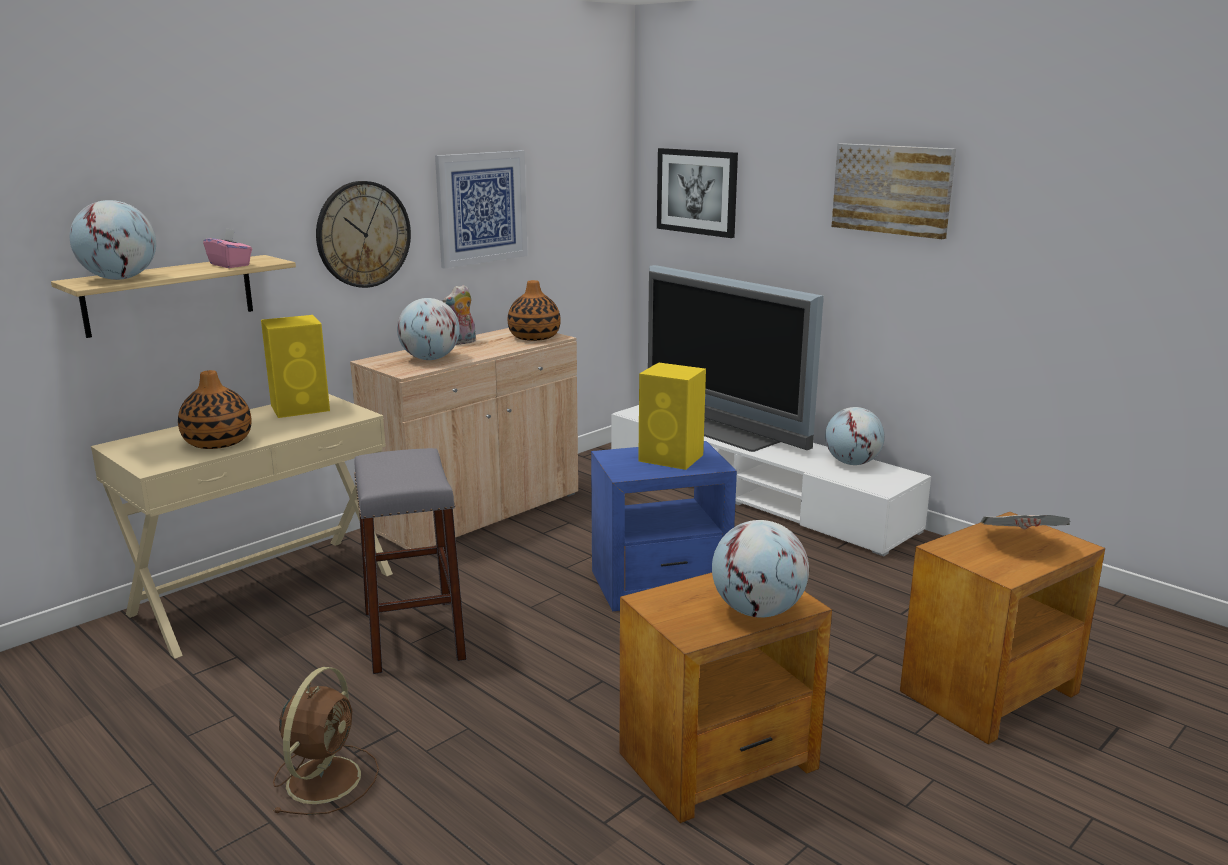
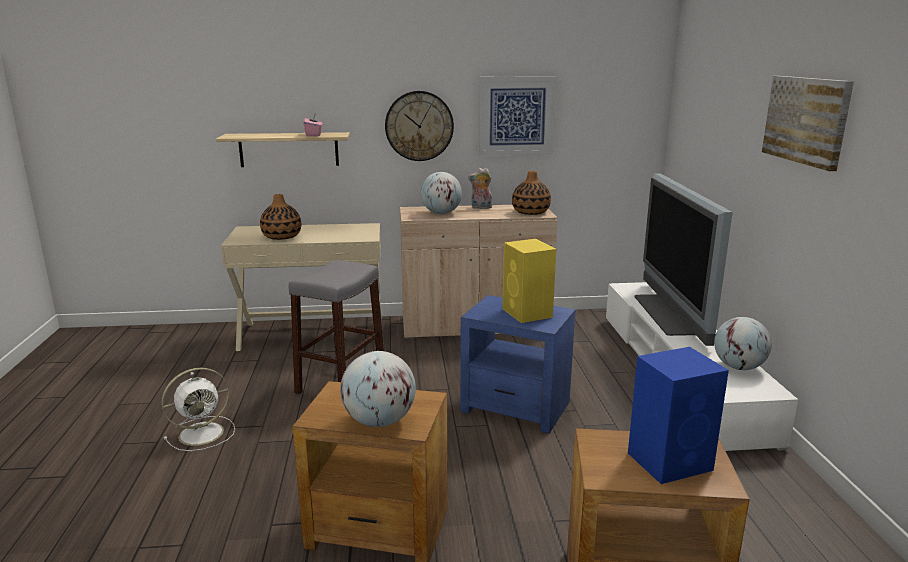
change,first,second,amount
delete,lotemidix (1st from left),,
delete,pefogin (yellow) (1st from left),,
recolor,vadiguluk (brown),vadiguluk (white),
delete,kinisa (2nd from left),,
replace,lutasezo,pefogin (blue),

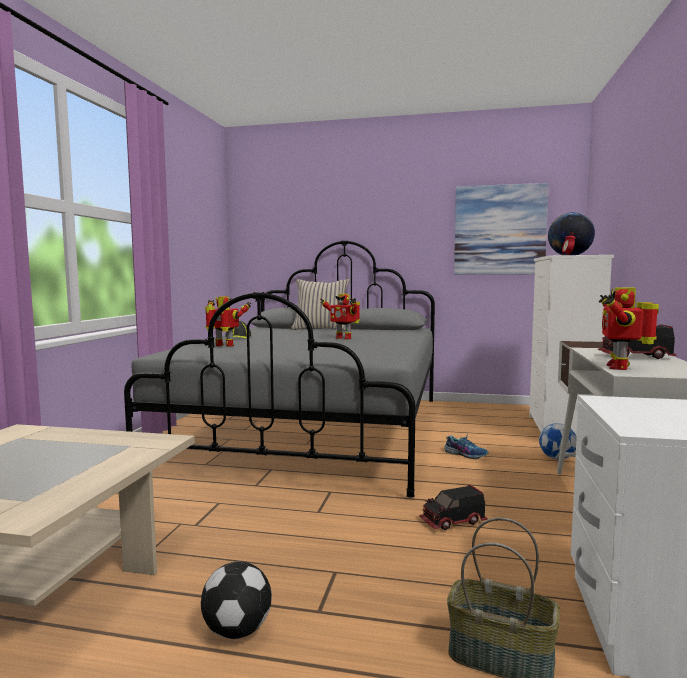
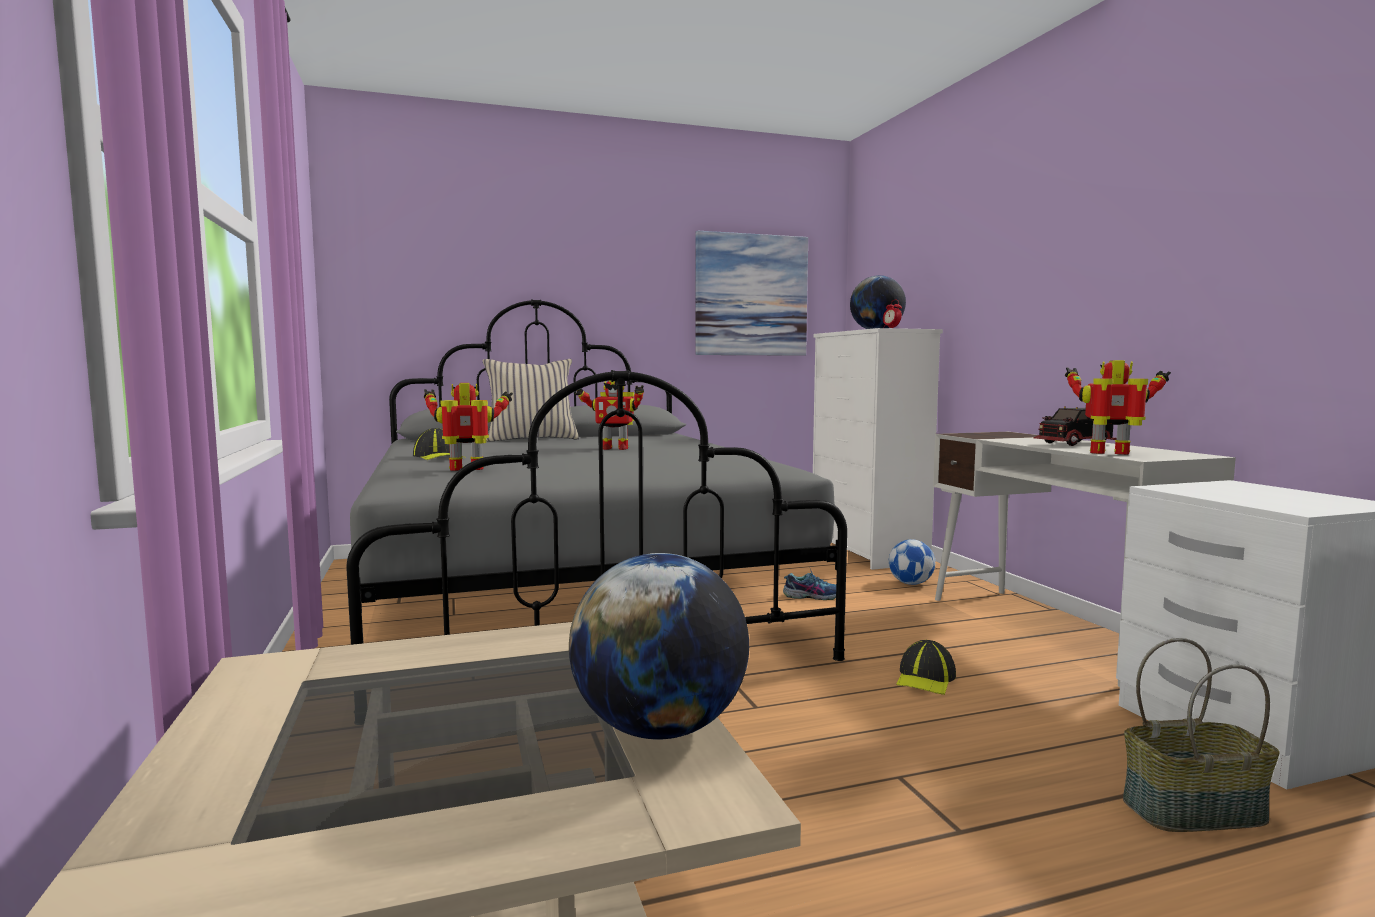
change,first,second,amount
delete,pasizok (1st from left),,
replace,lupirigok (1st from left),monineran (2nd from left),
rotate,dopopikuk (3rd from left),,120 degrees clockwise
insert,,lotemidix (1st from left),

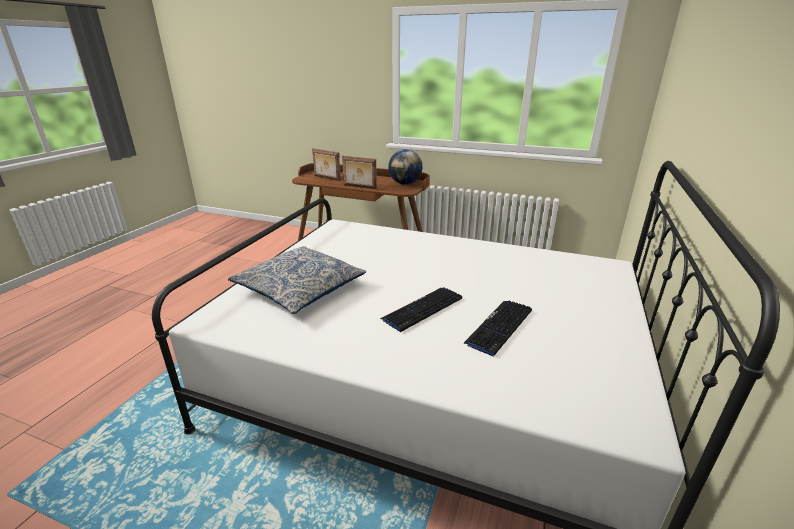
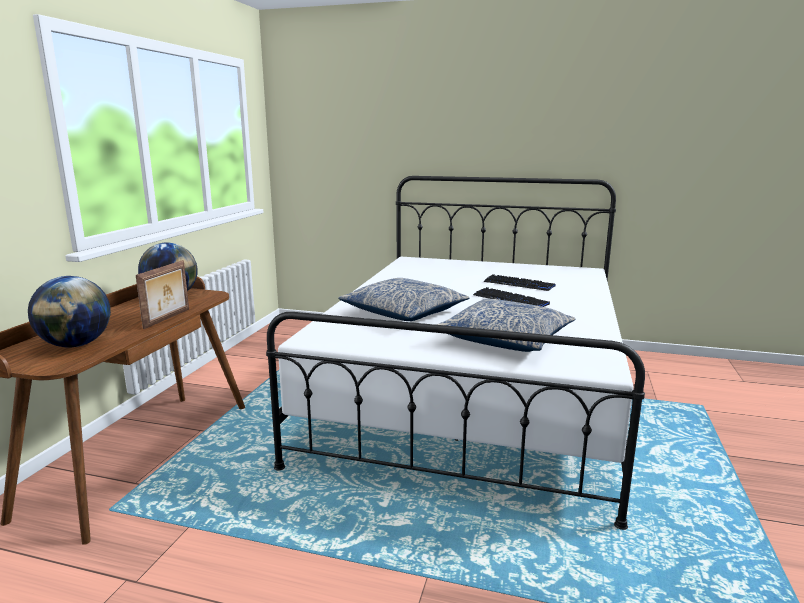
change,first,second,amount
replace,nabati (1st from left),lotemidix (1st from left),
insert,,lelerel (1st from left),

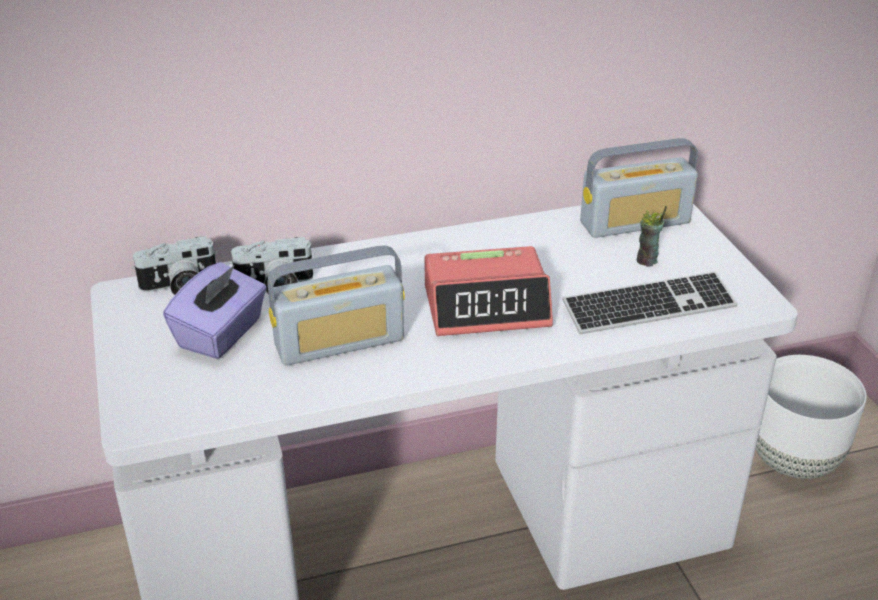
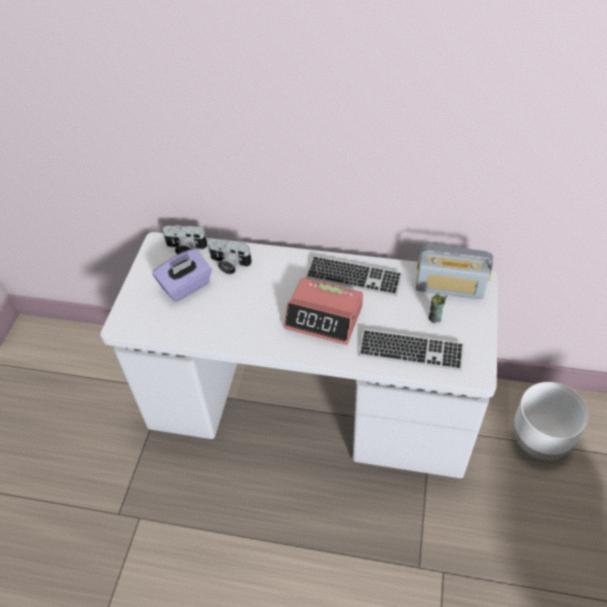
change,first,second,amount
delete,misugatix (1st from left),,
insert,,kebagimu (1st from left),

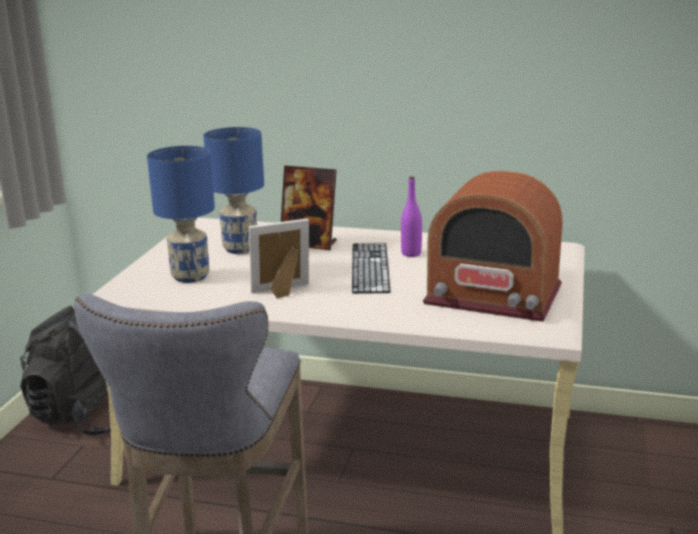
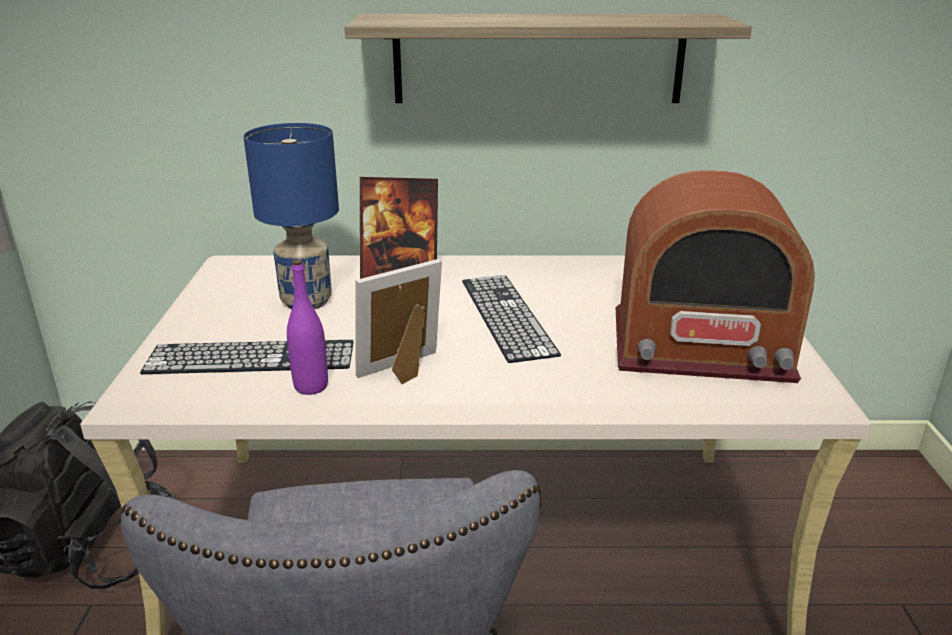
change,first,second,amount
replace,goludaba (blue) (1st from left),kebagimu (1st from left),
move,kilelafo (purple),,
insert,,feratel,

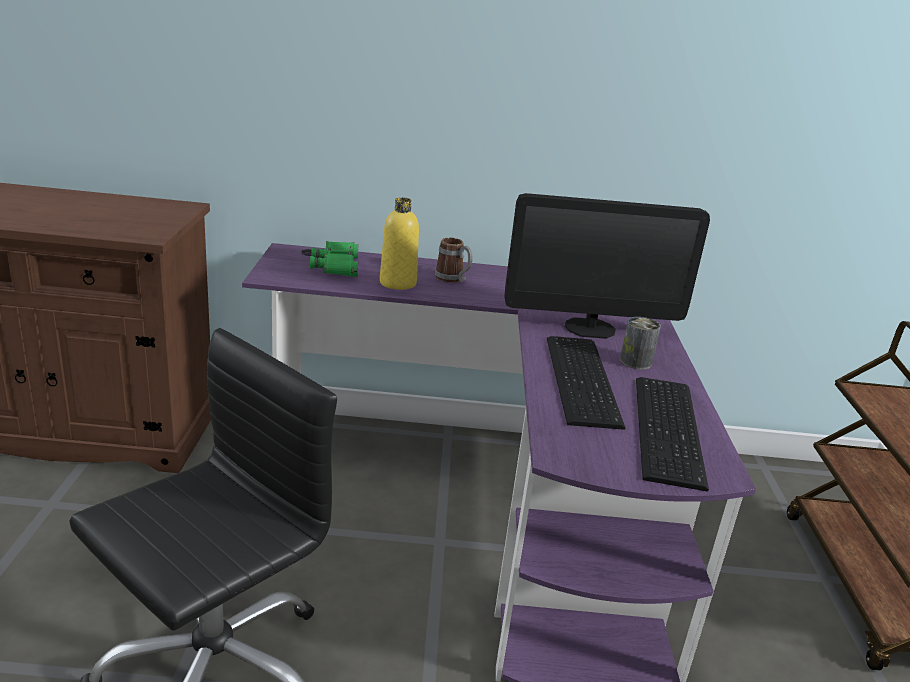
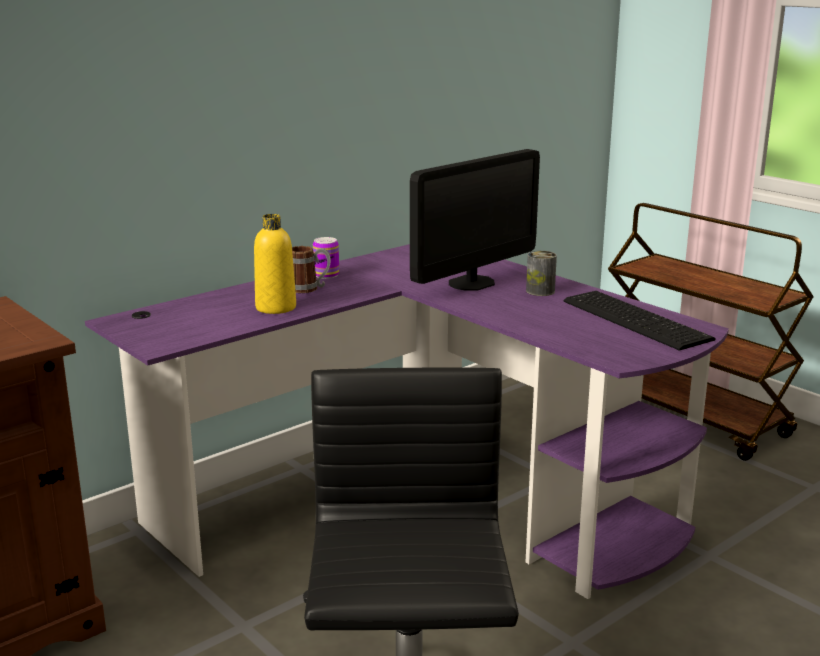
change,first,second,amount
delete,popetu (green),,
delete,kebagimu (1st from left),,
insert,,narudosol (1st from left),

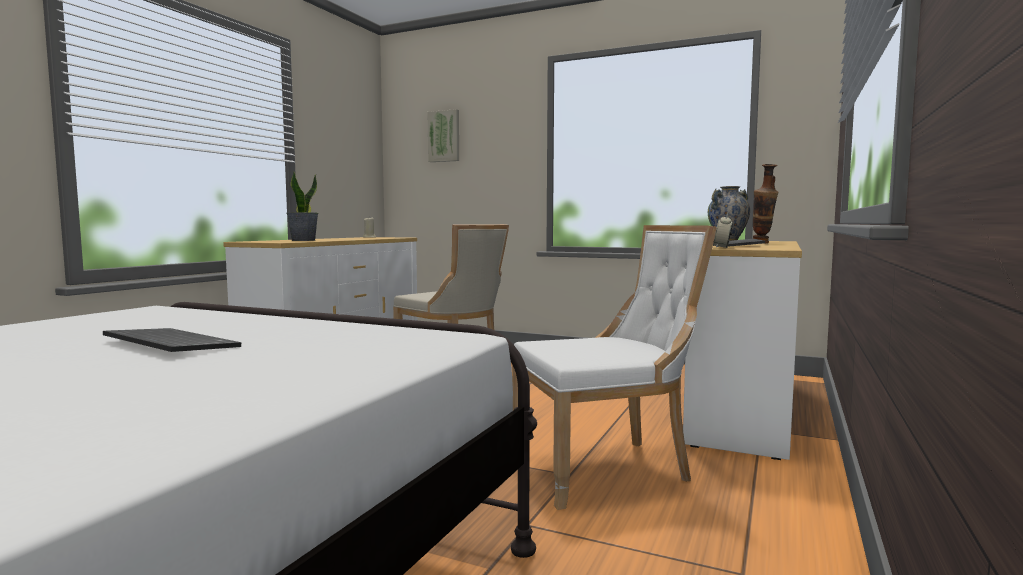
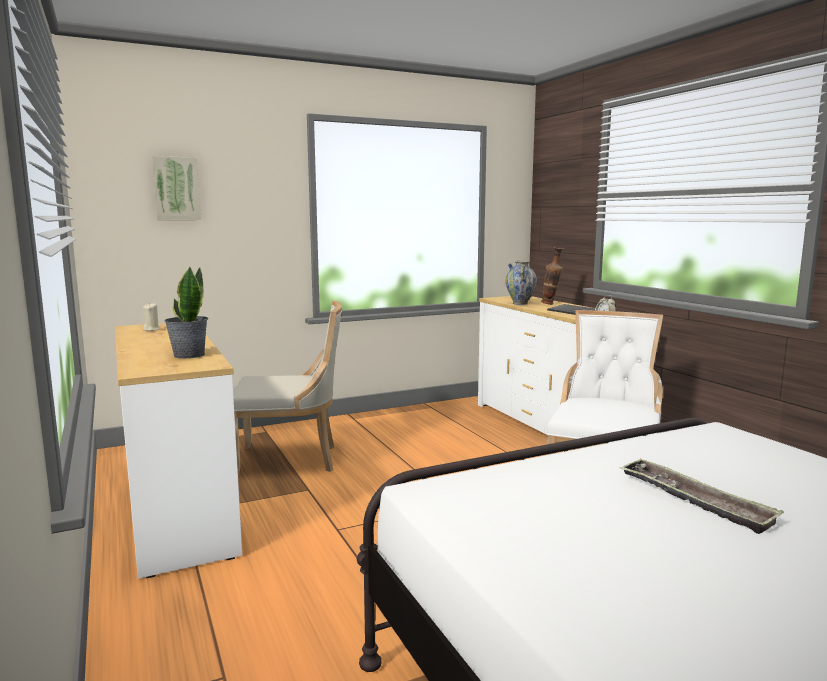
change,first,second,amount
replace,kebagimu (1st from left),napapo,

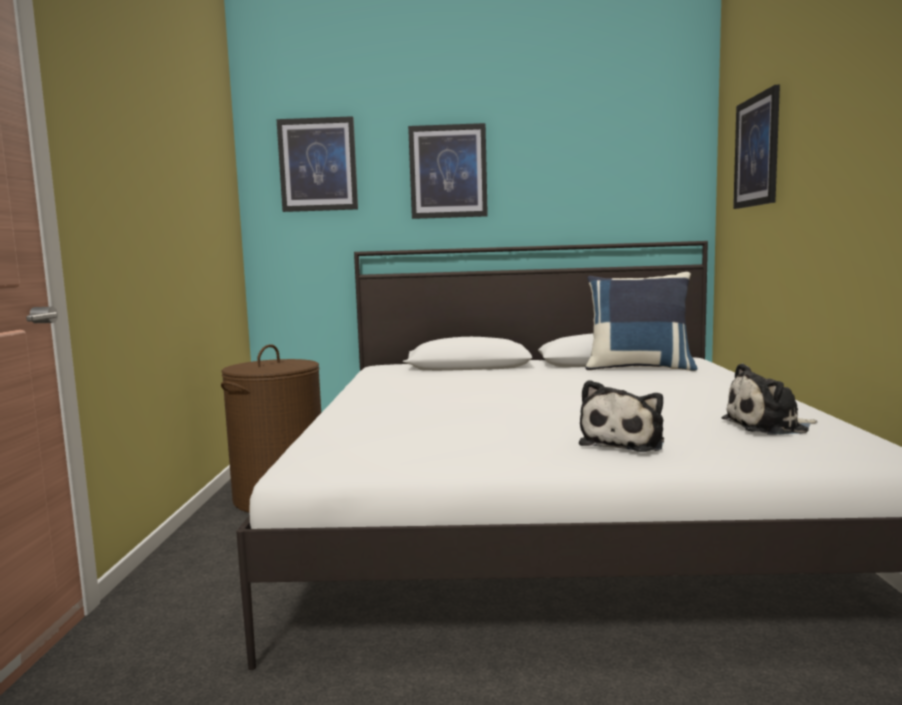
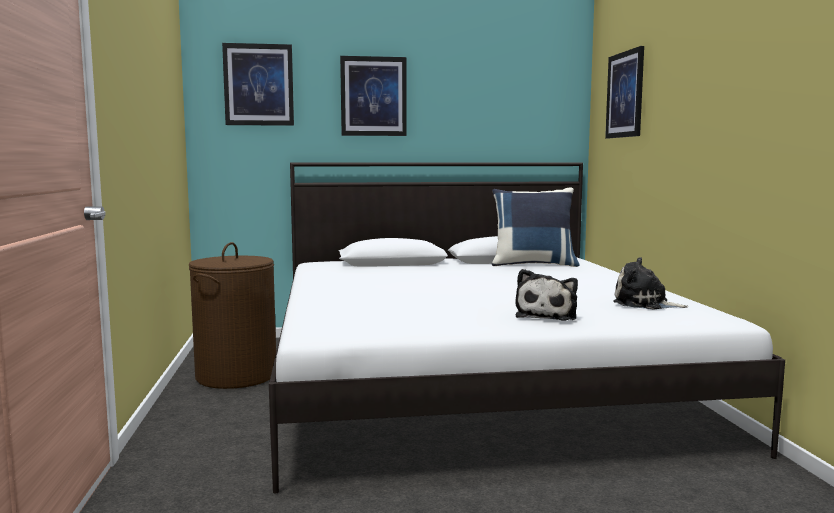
change,first,second,amount
rotate,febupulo (2nd from left),,45 degrees clockwise

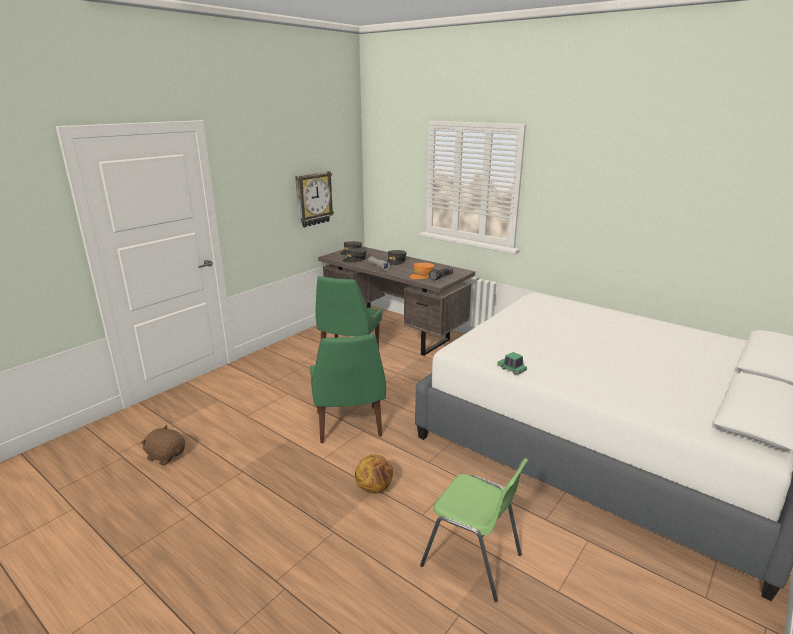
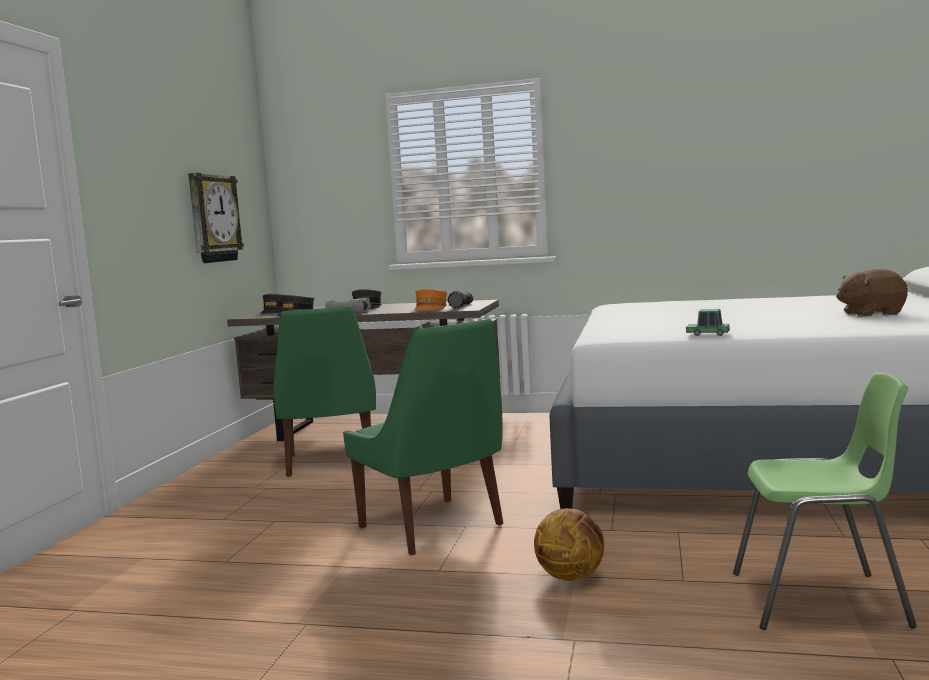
change,first,second,amount
move,febupulo (brown),,

